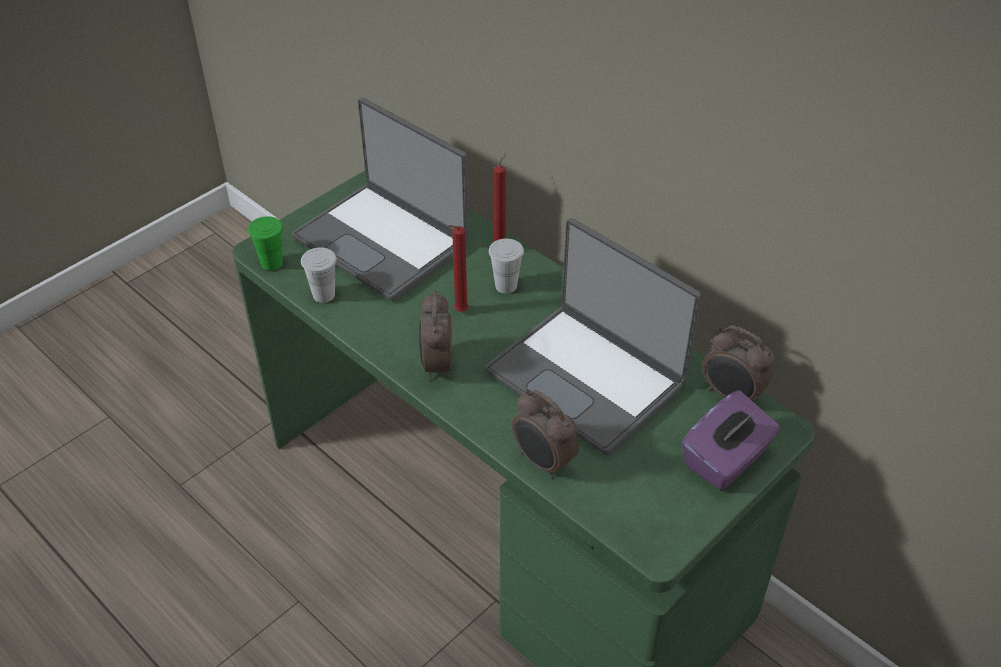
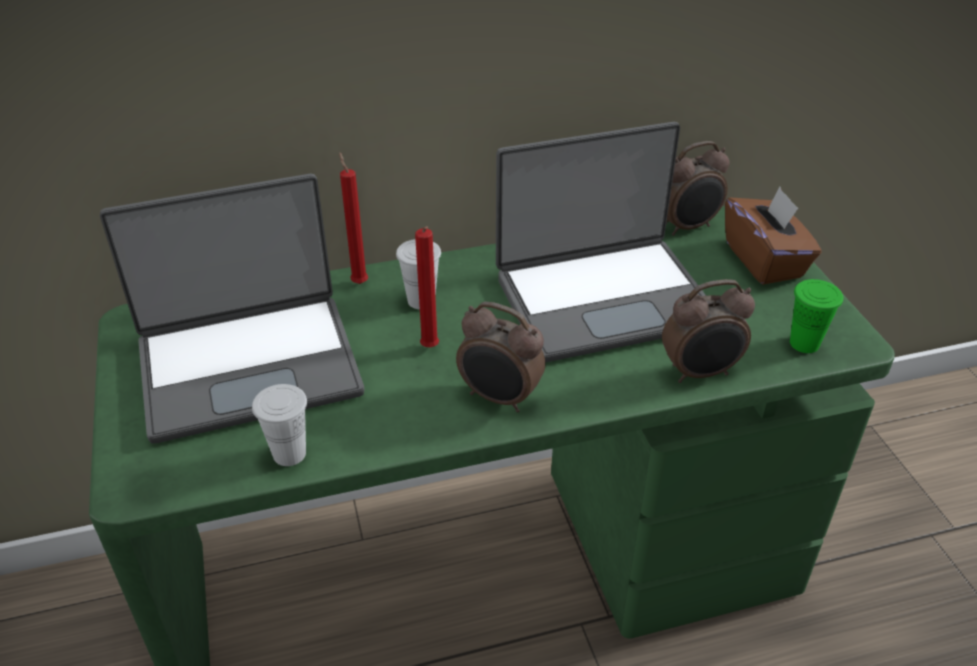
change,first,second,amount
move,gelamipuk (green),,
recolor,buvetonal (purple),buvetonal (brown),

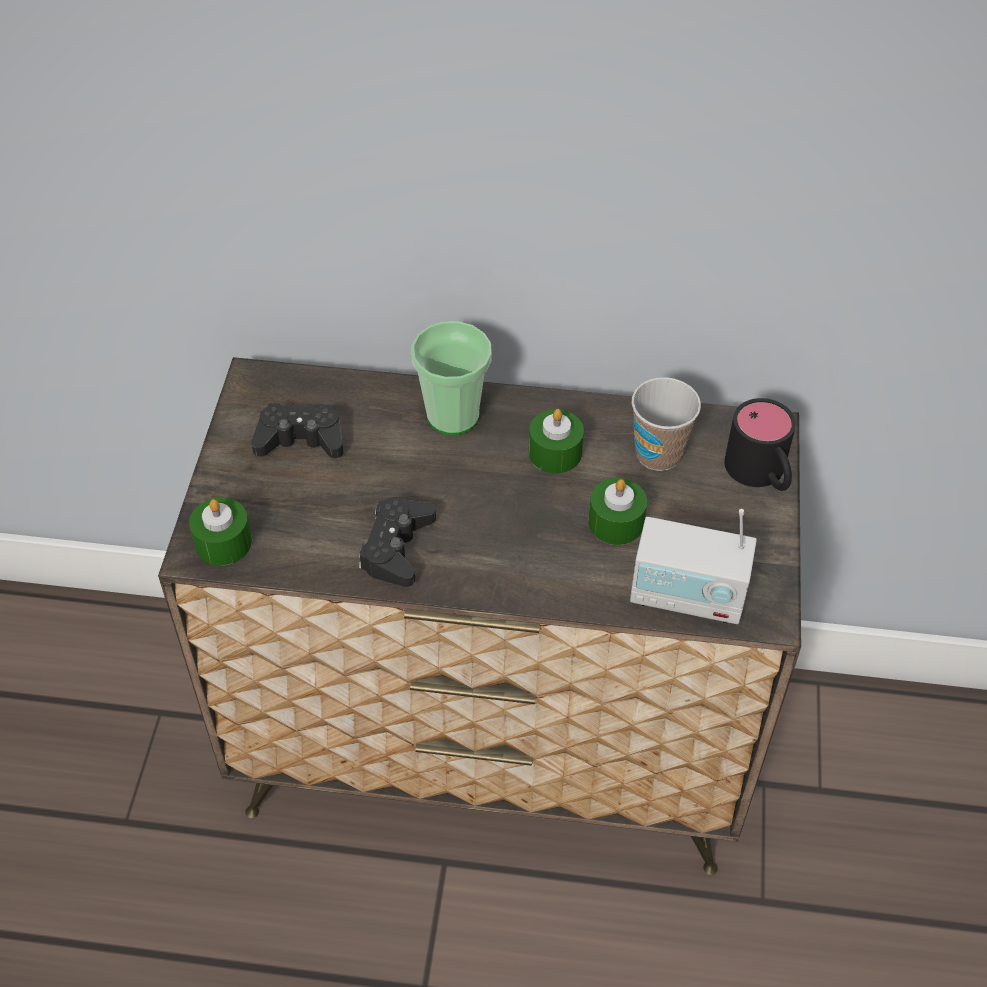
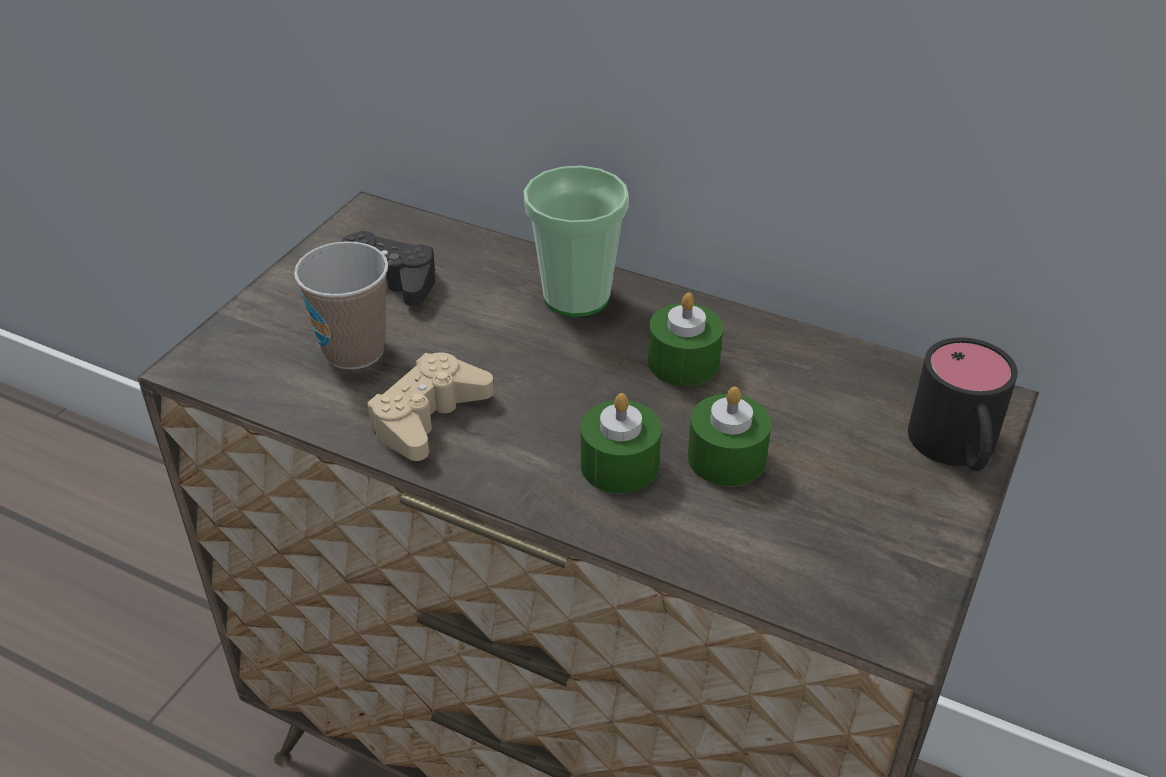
change,first,second,amount
move,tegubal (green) (1st from left),,
recolor,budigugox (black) (2nd from left),budigugox (beige),
delete,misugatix,,
move,gelamipuk (2nd from left in the first image),gelamipuk (1st from left),

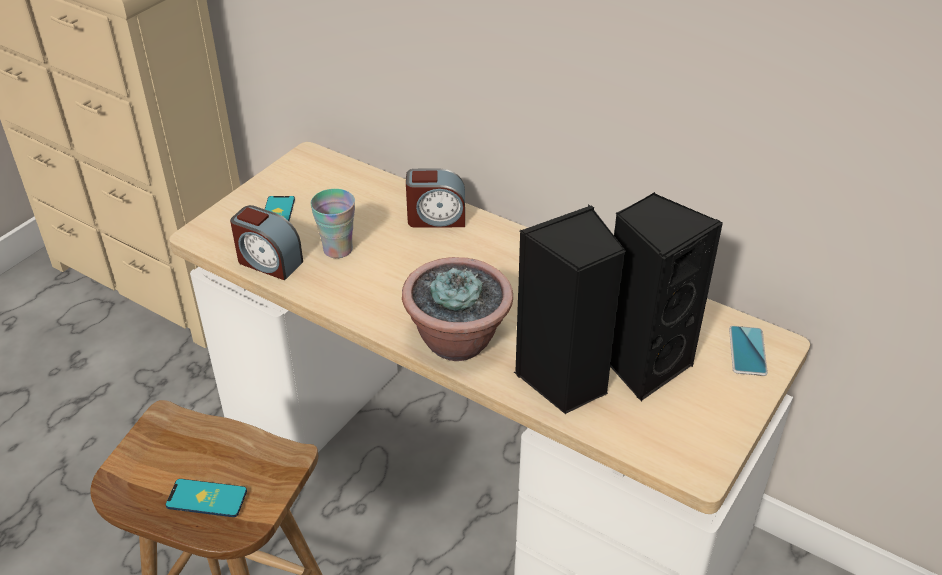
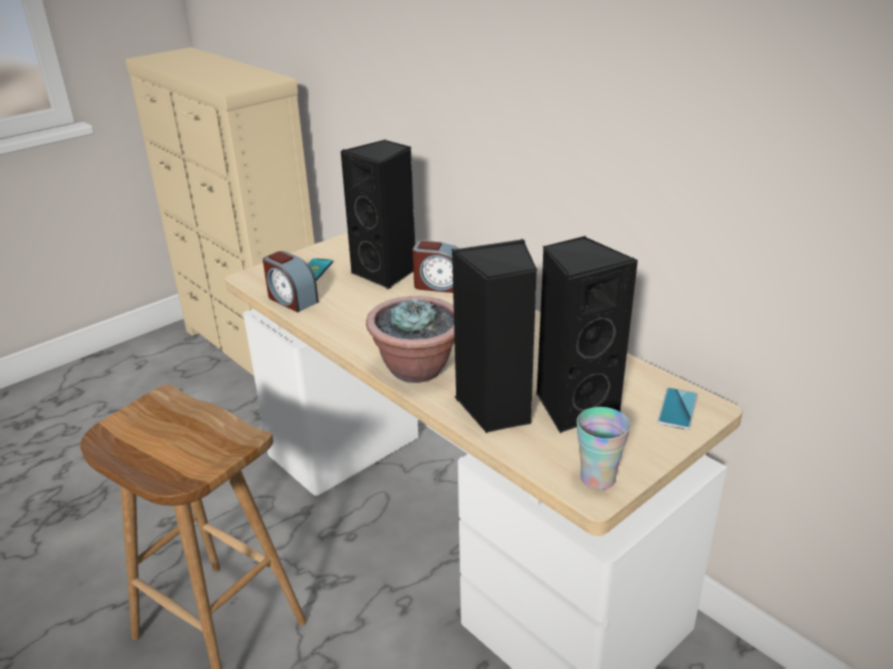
change,first,second,amount
delete,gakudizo (1st from left),,
move,gelamipuk,,
insert,,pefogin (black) (1st from left),

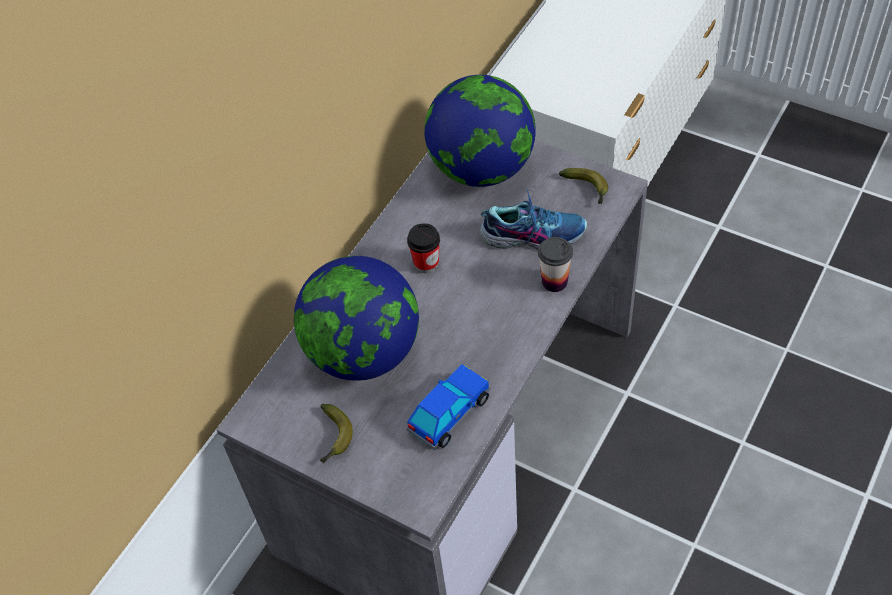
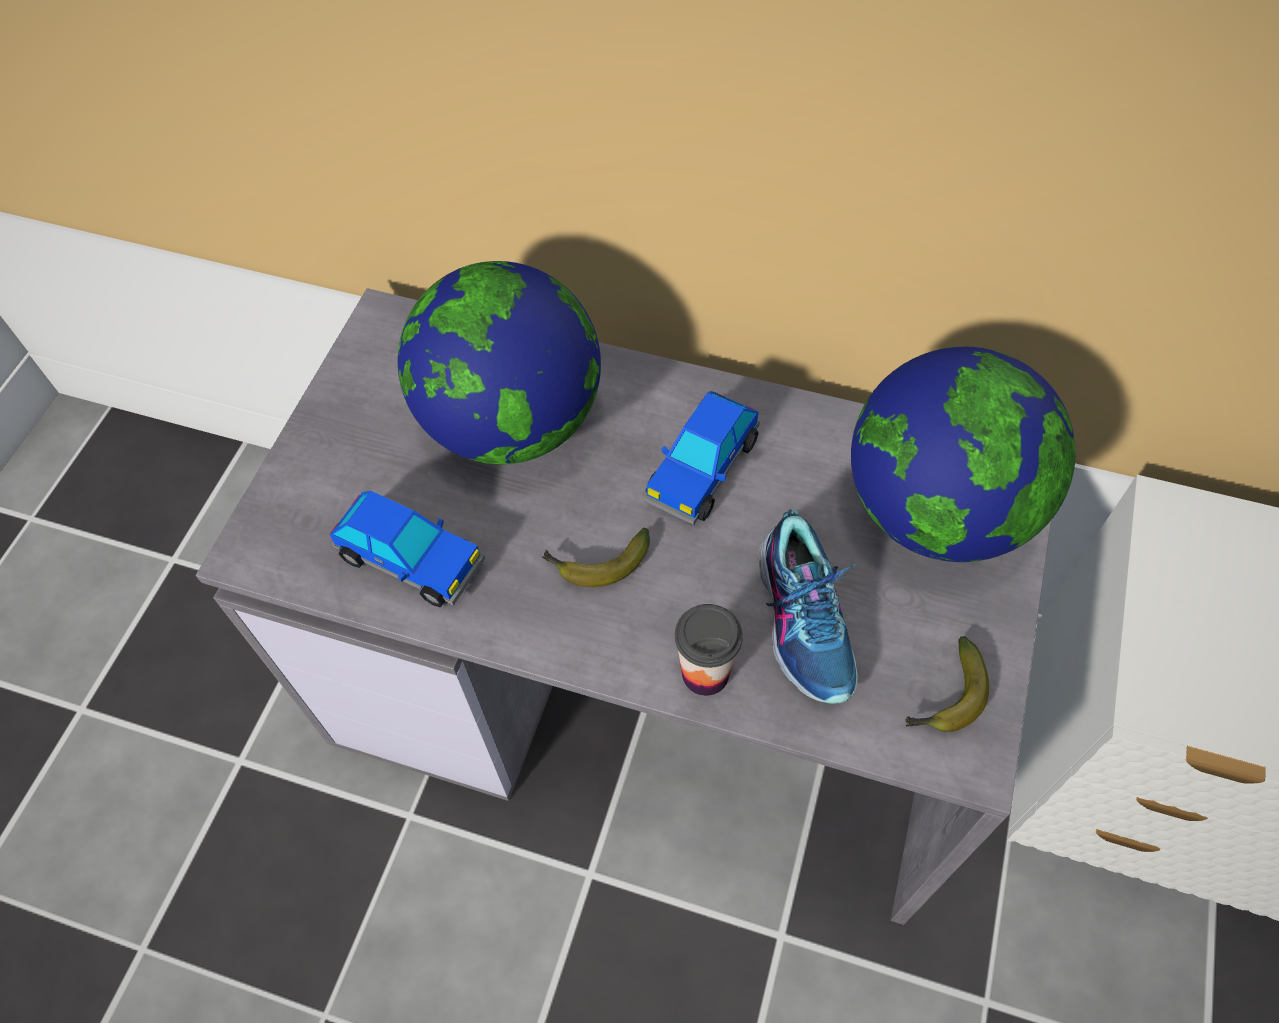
change,first,second,amount
move,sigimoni (1st from left),,
replace,gelamipuk (1st from left),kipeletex (2nd from left),

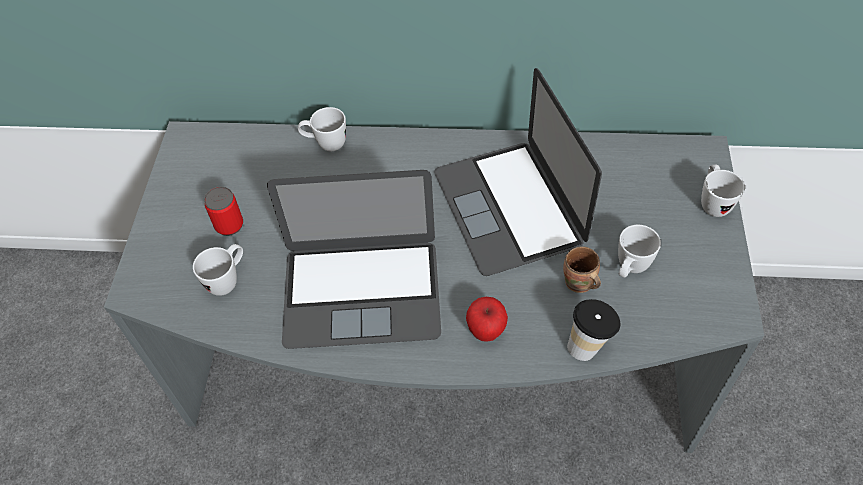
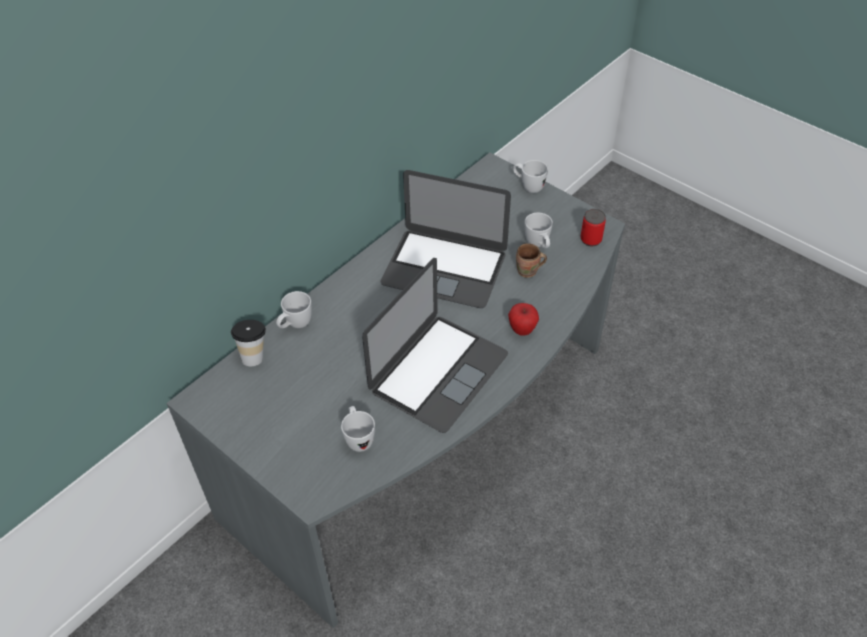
change,first,second,amount
move,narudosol,,
move,gelamipuk,,

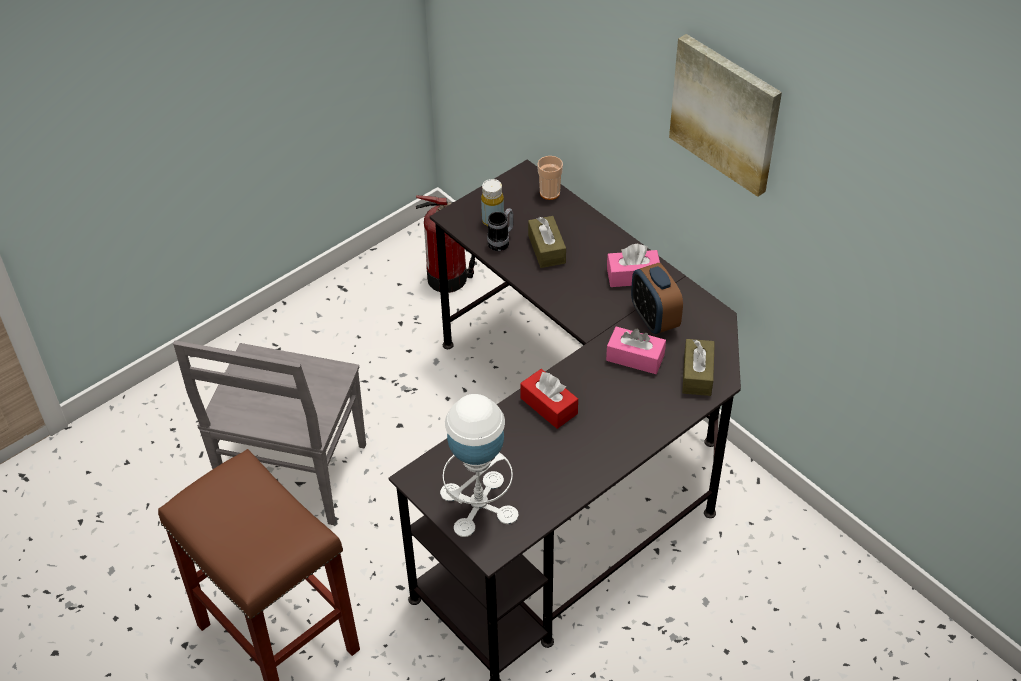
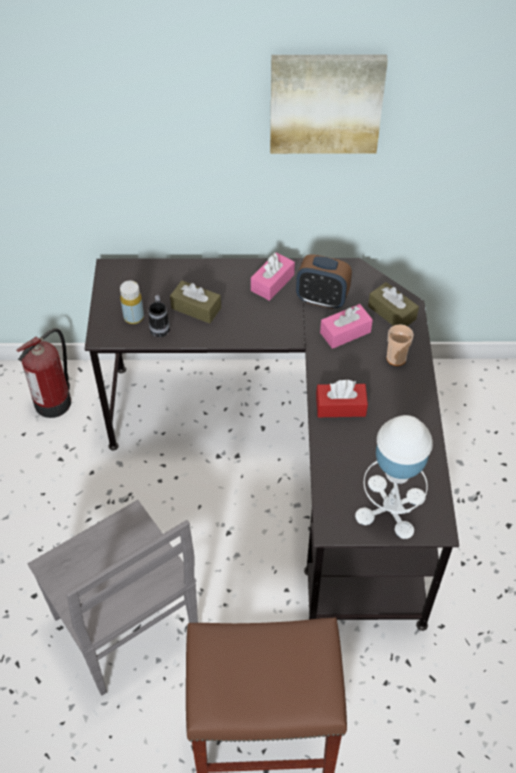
change,first,second,amount
move,gelamipuk,,

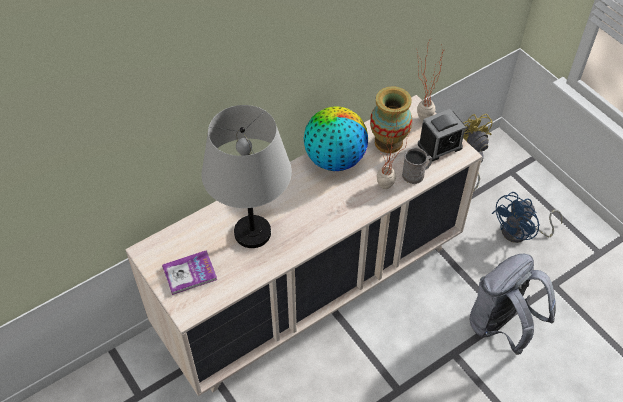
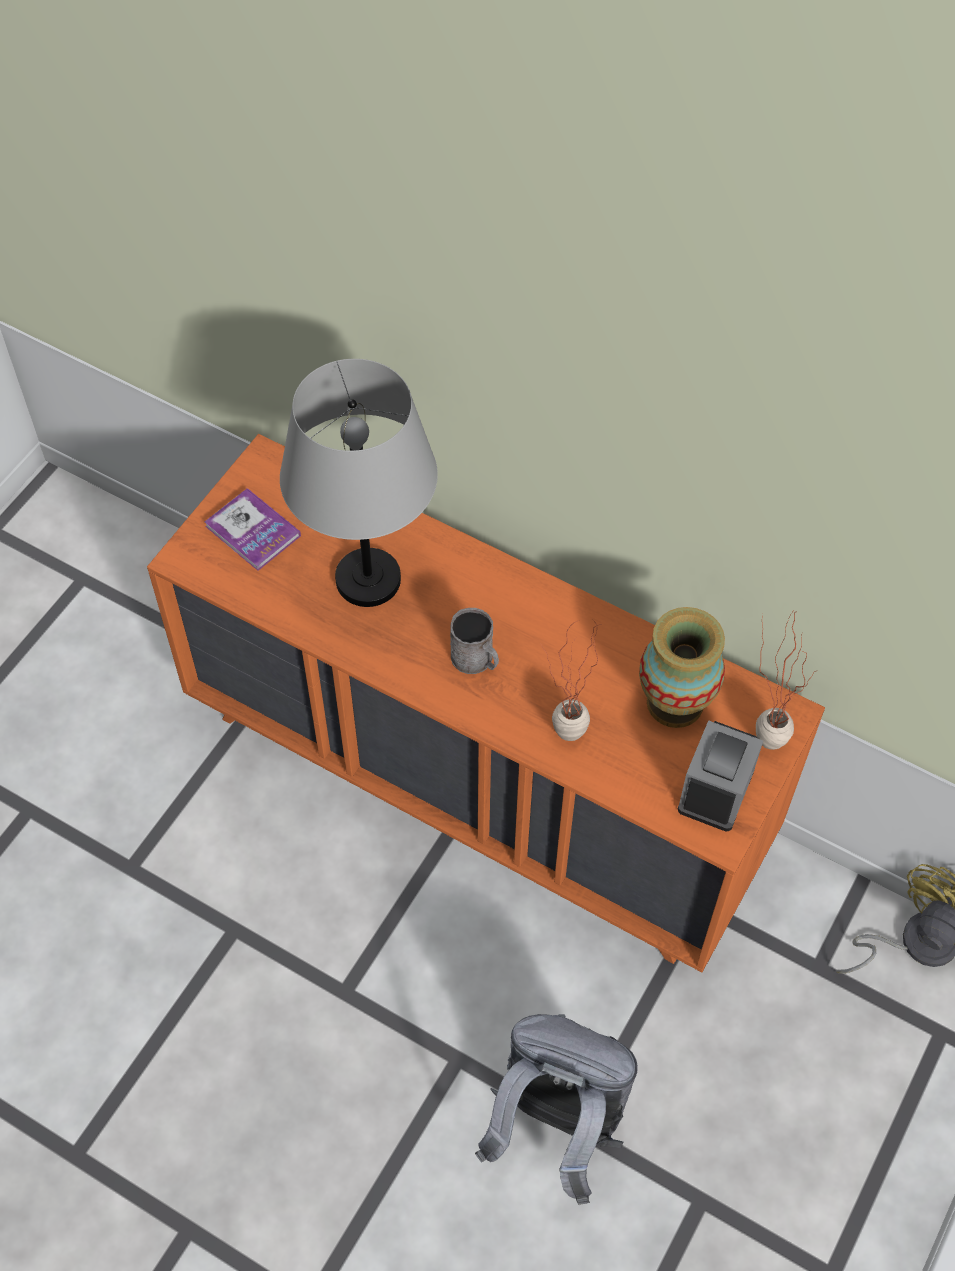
change,first,second,amount
recolor,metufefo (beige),metufefo (orange),
delete,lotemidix,,
move,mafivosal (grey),,
rotate,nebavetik,,105 degrees counterclockwise
delete,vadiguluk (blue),,

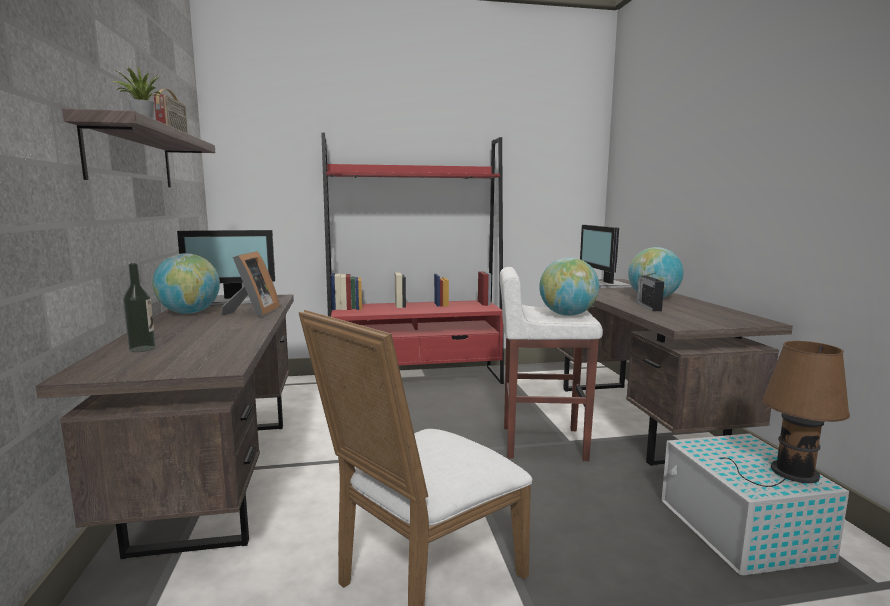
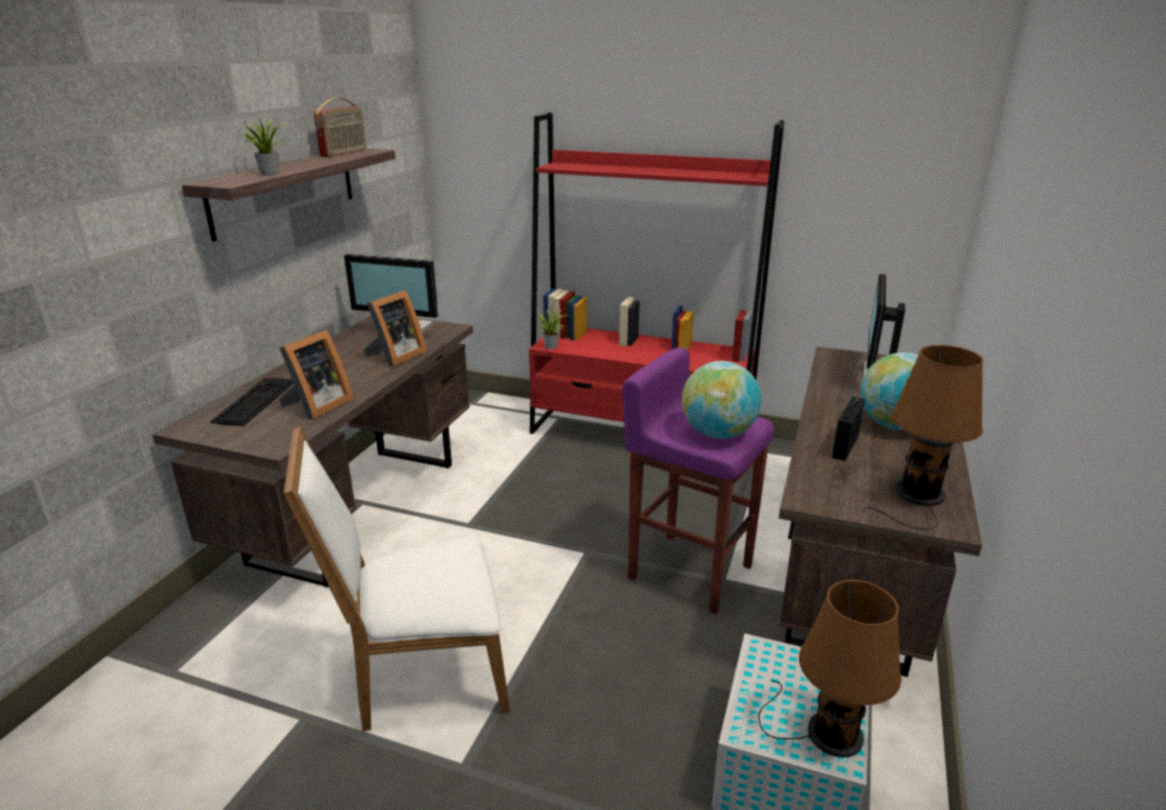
change,first,second,amount
replace,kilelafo,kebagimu,
delete,lotemidix (1st from left),,
recolor,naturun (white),naturun (purple),
insert,,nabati (1st from left),
insert,,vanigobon (2nd from left),
insert,,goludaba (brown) (2nd from left),

